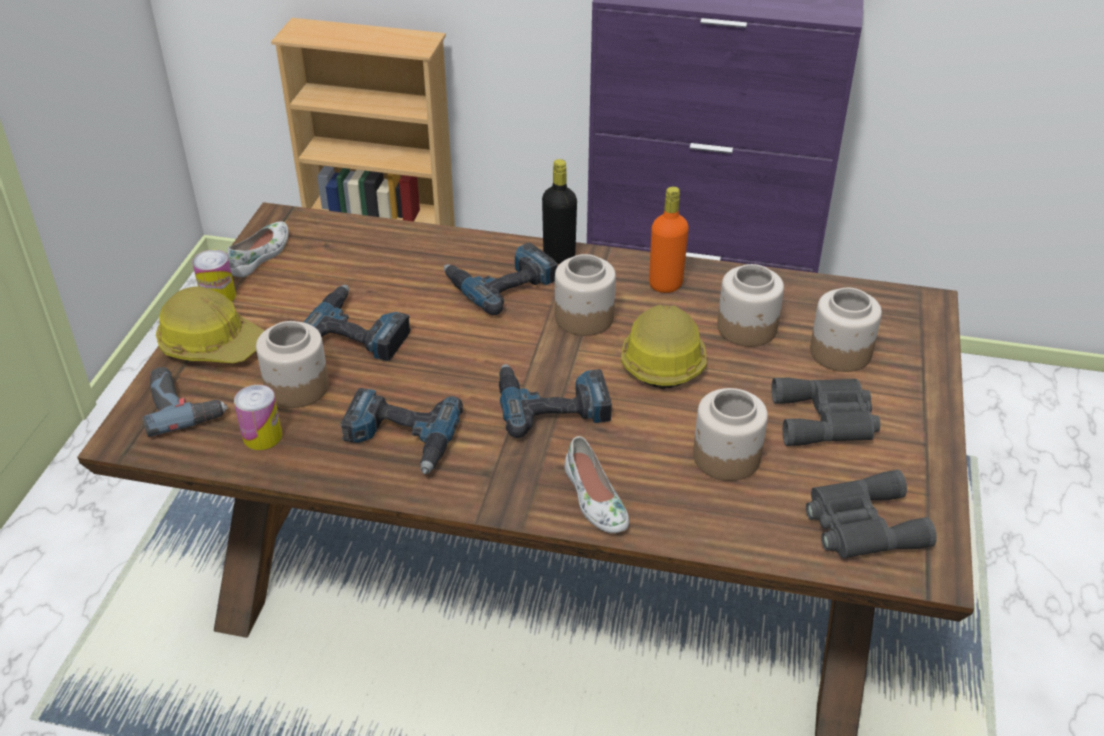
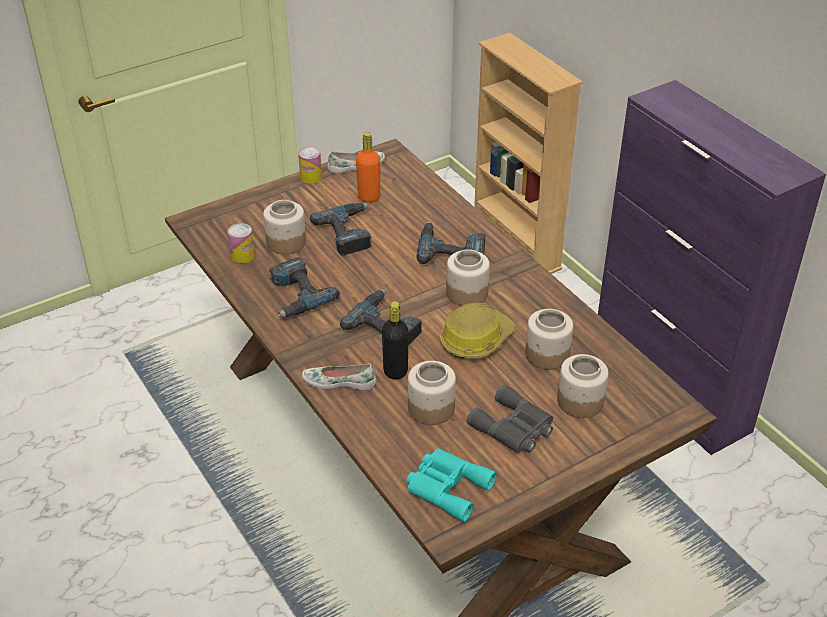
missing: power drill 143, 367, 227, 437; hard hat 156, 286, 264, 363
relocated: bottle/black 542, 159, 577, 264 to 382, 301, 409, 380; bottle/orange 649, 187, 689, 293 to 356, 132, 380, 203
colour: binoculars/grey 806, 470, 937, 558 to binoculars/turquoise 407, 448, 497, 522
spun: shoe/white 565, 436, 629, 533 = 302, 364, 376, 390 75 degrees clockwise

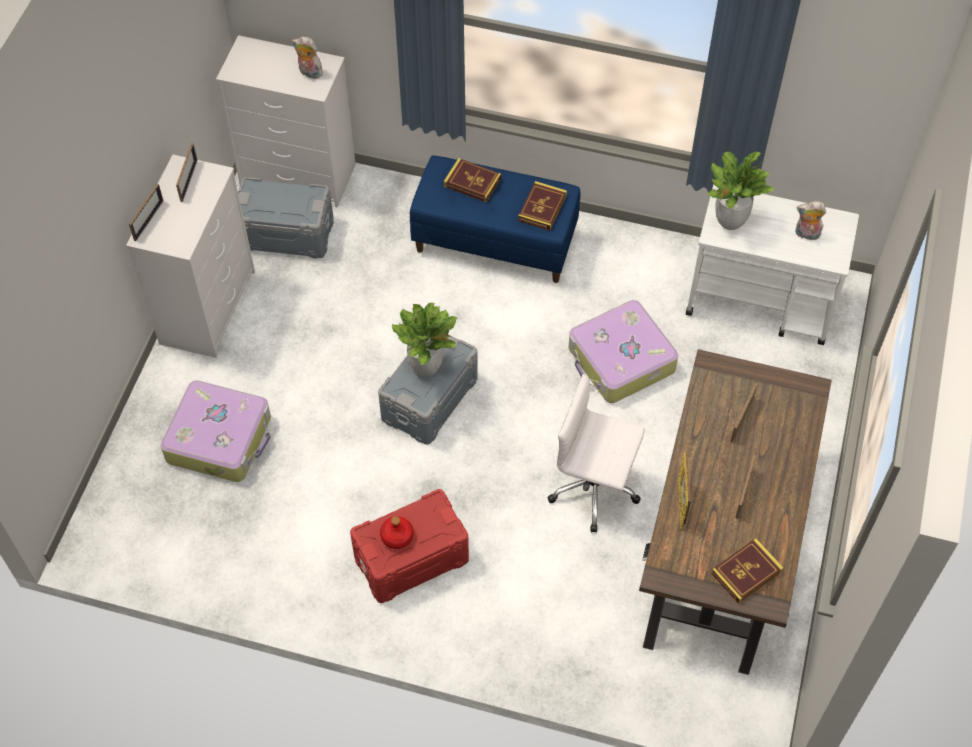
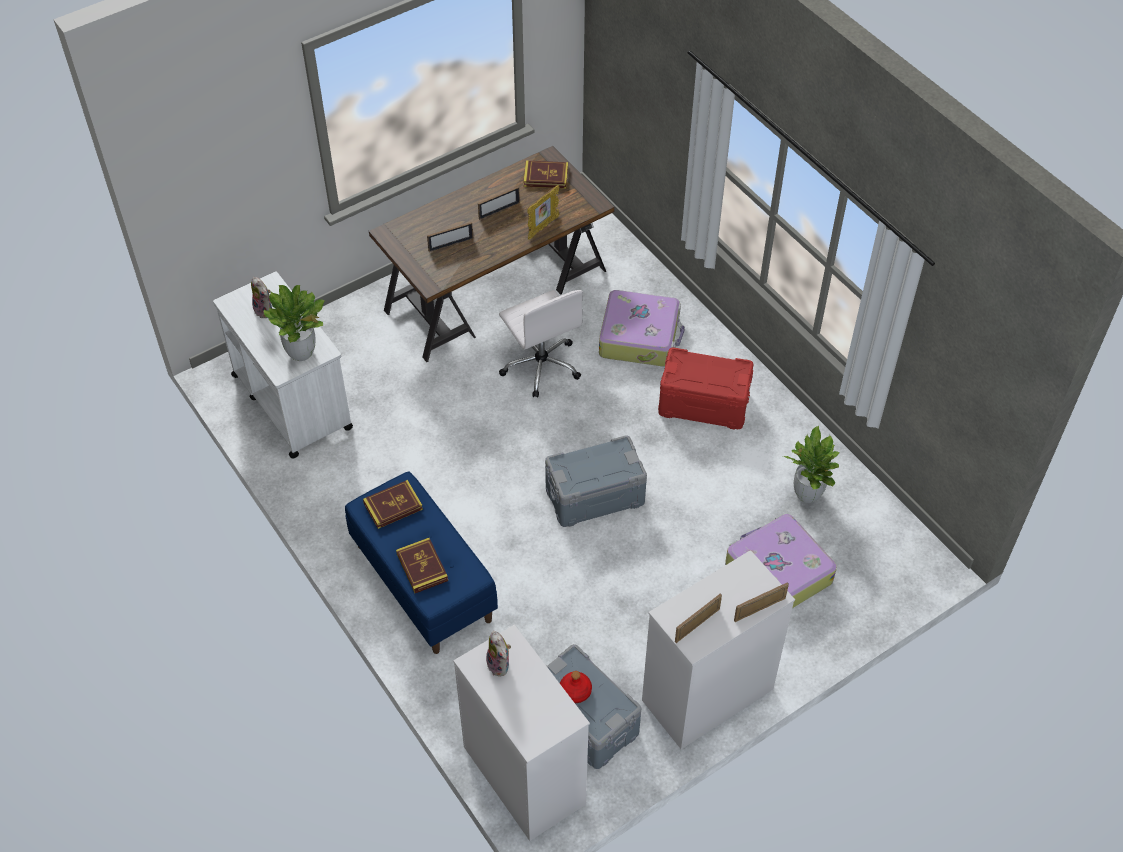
relocated: bottle/red 380, 516, 414, 549 to 560, 671, 592, 703; potted plant 392, 303, 457, 377 to 783, 426, 839, 503; suitcase 568, 300, 678, 403 to 599, 290, 685, 367

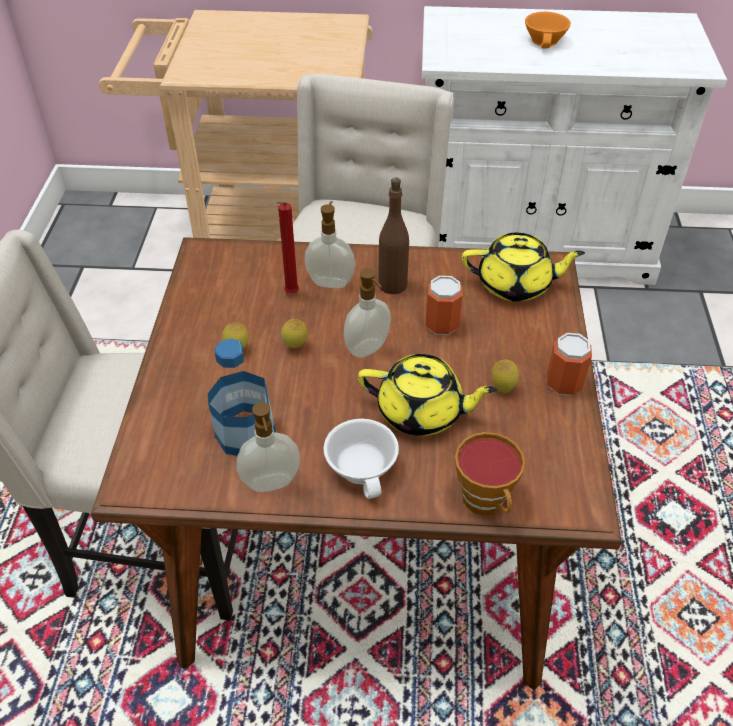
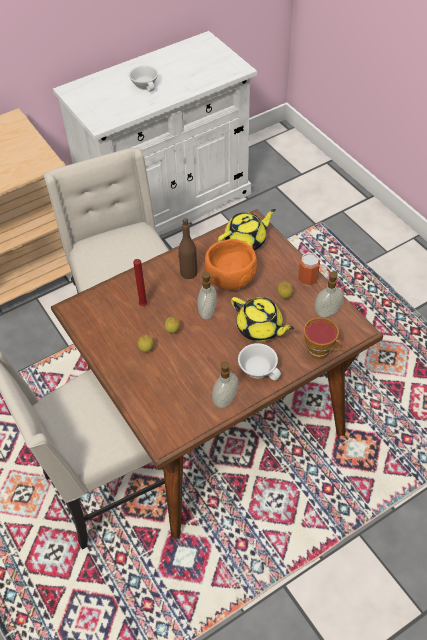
missing: bottle 208, 338, 276, 456
relocated: soap dispenser 305, 201, 355, 288 to 315, 269, 344, 318
exchanged: can 426, 275, 462, 335 to bowl/orange 205, 239, 257, 290
colour: cup/orange 525, 12, 571, 48 to cup/white 129, 65, 158, 92
spun: teapot/yellow 358, 354, 497, 436 = 231, 297, 294, 342 60 degrees clockwise

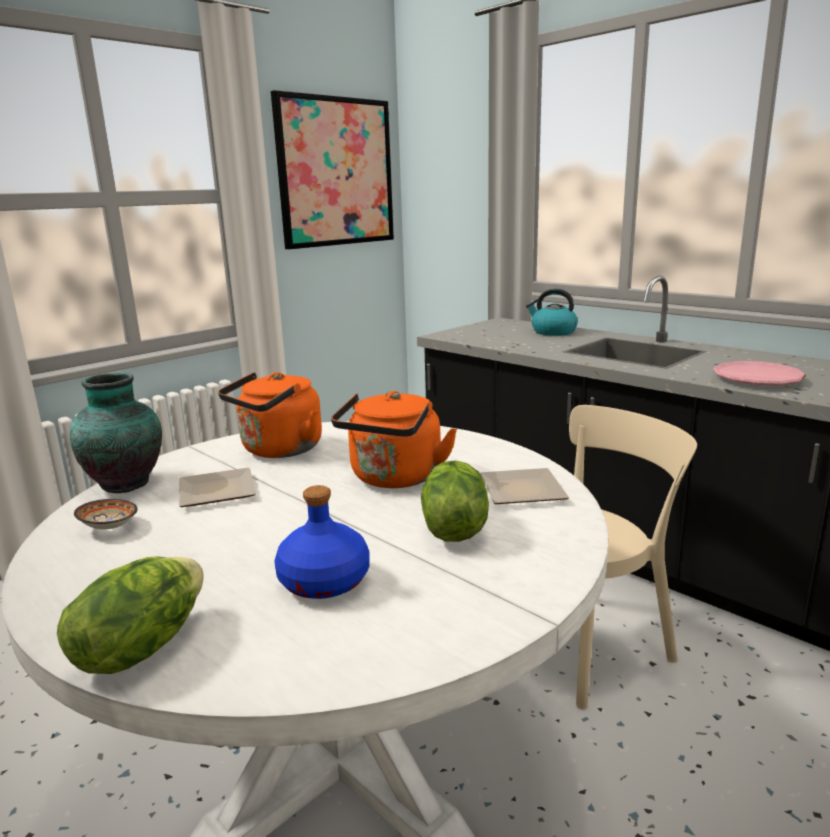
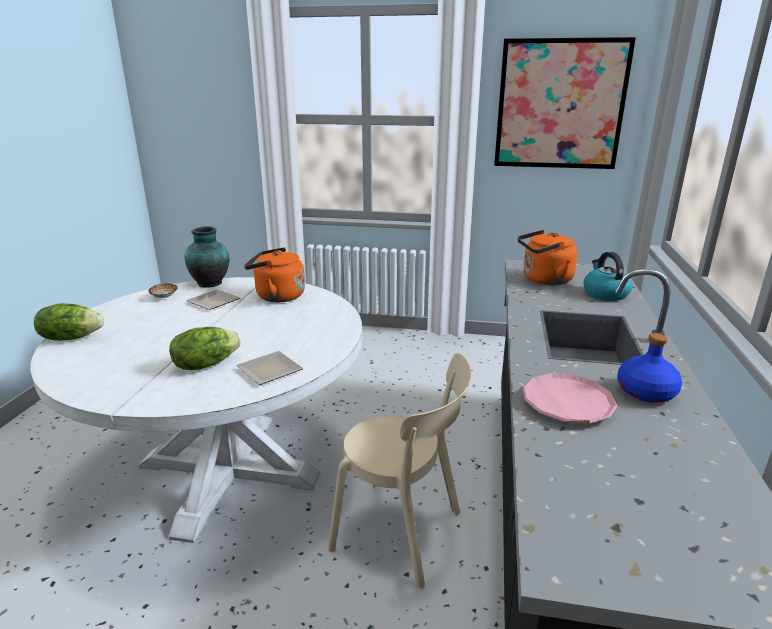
relocated: bottle/blue 274, 485, 369, 599 to 617, 333, 682, 403; kettle/orange 331, 391, 457, 488 to 518, 230, 578, 285

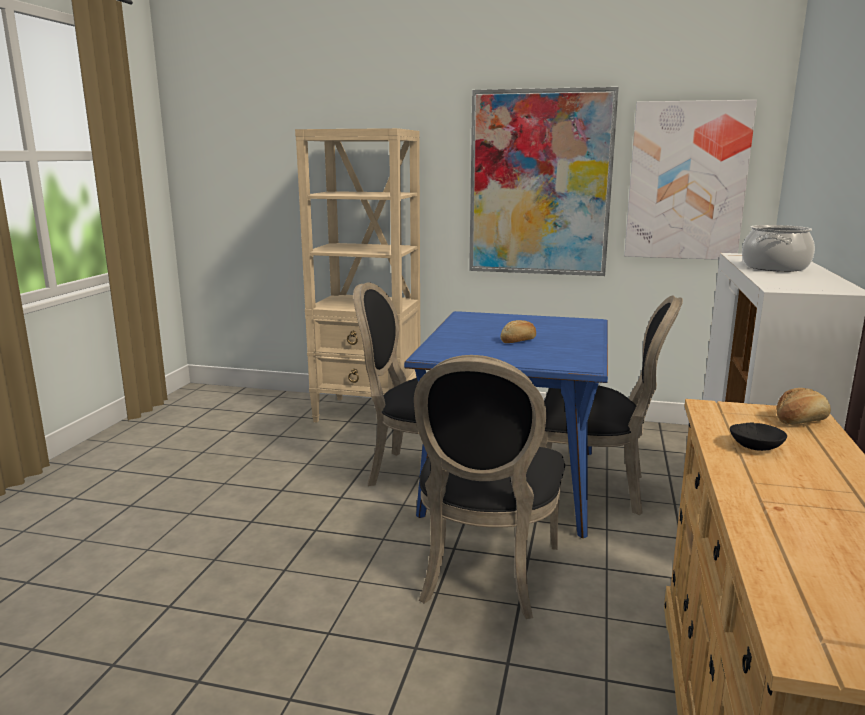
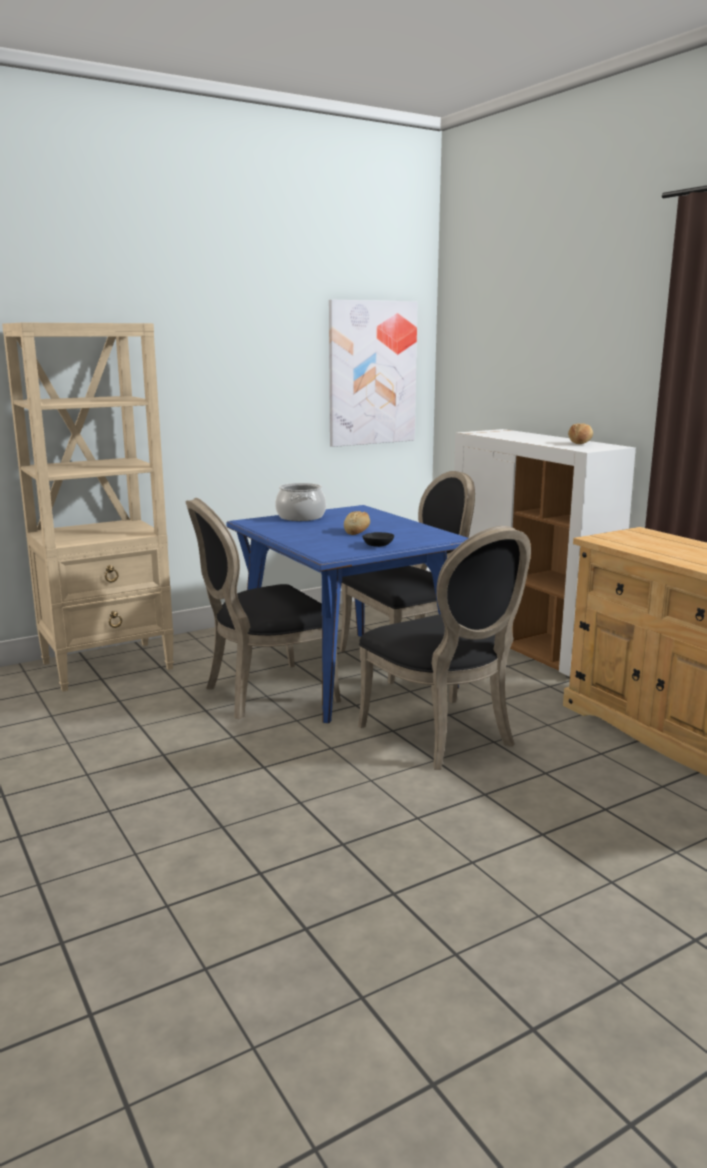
missing: picture 469, 87, 619, 276
relocated: bowl/black 730, 422, 787, 451 to 362, 532, 394, 547; cooking pot 742, 225, 815, 272 to 275, 483, 326, 521; bread 777, 388, 831, 425 to 568, 423, 593, 444

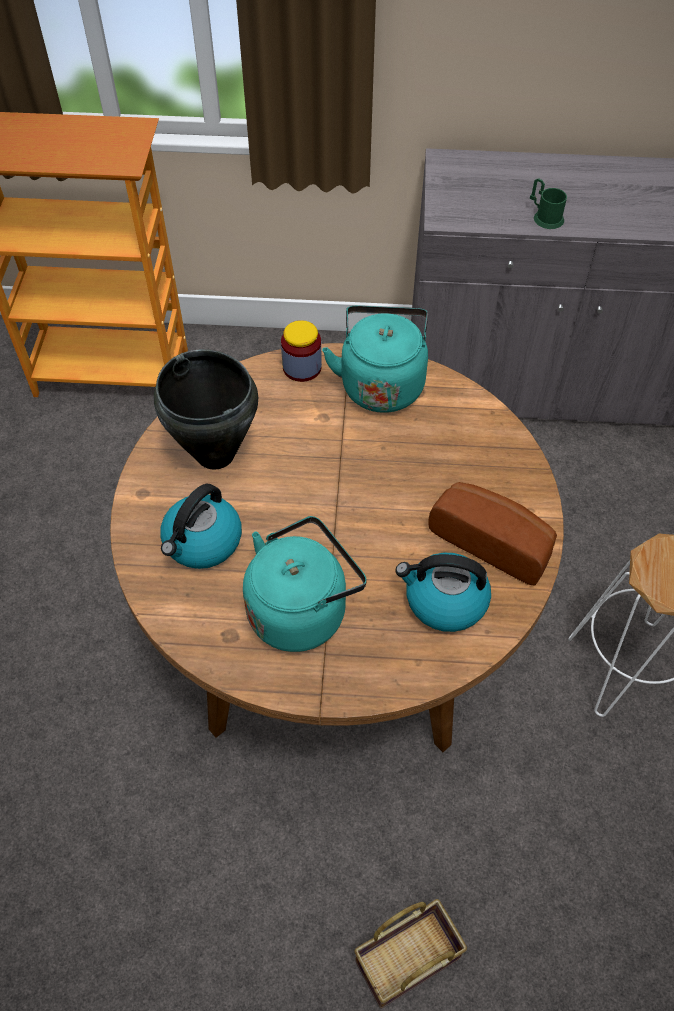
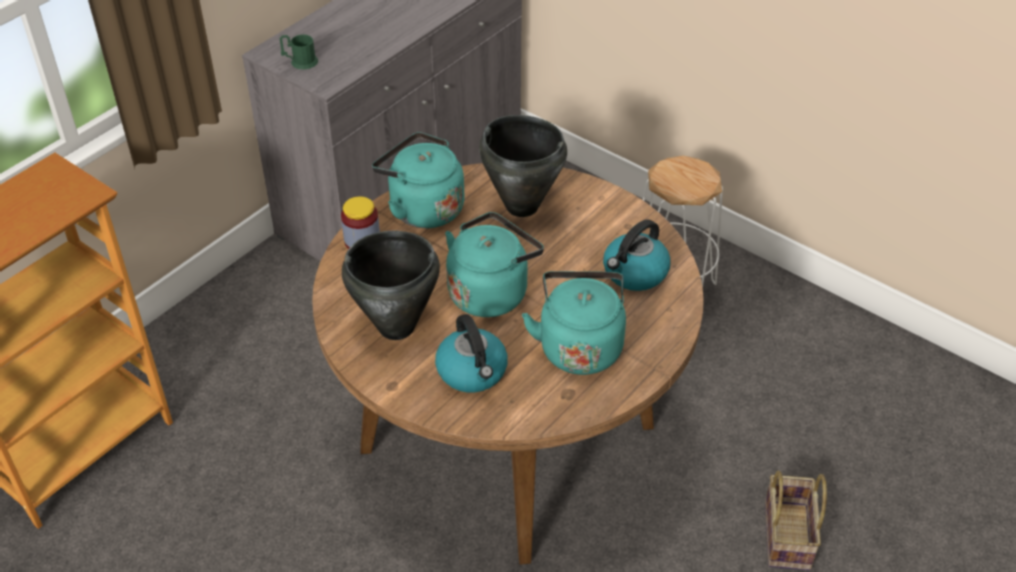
missing: bread 429, 482, 557, 585
appeared: kettle/turquoise 445, 212, 544, 317; cooking pot/black 479, 115, 567, 217
relocated: mug/green 530, 178, 567, 229 to 280, 34, 318, 70

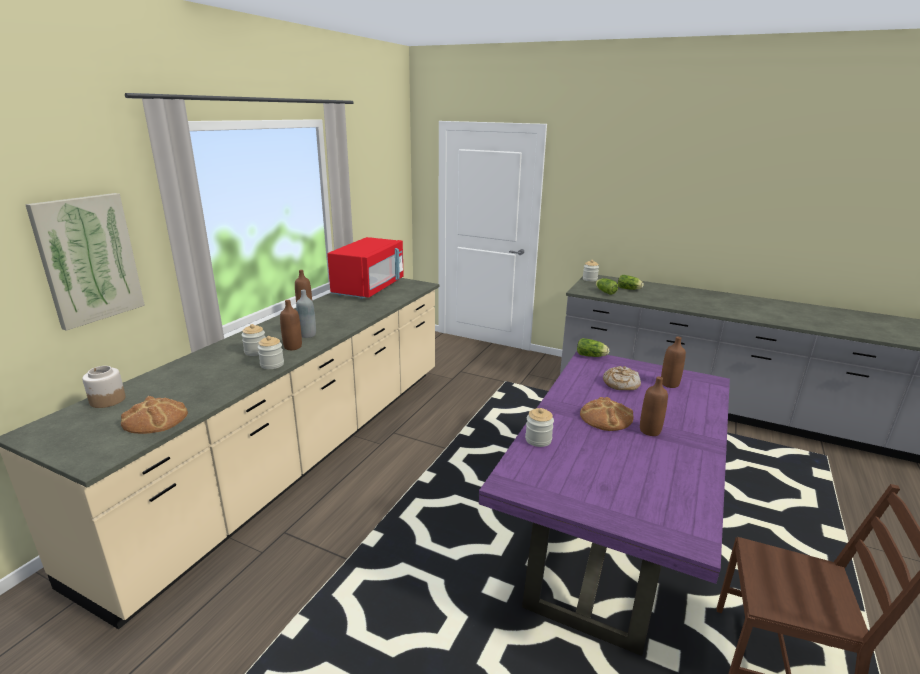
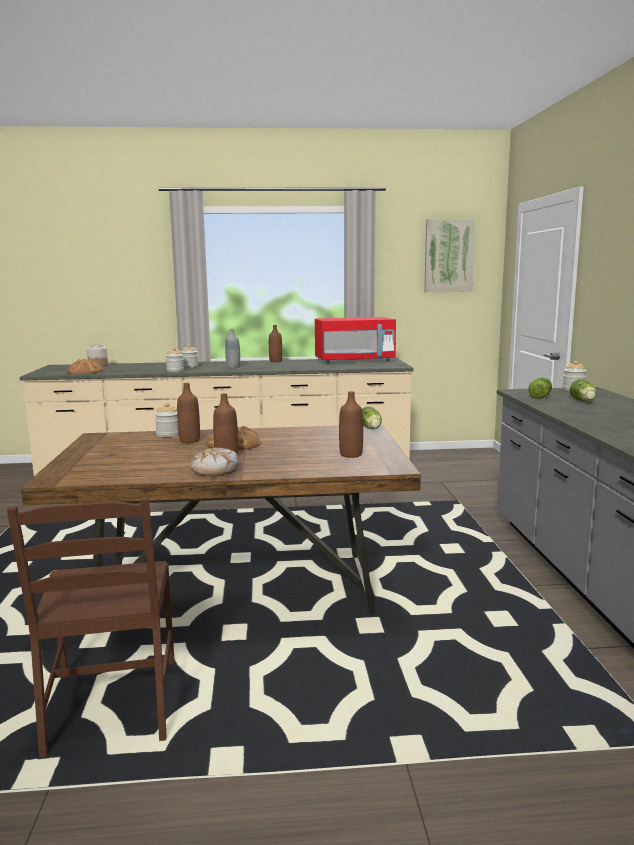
relocated: picture 25, 193, 145, 331 to 424, 219, 476, 292; bottle/brown 280, 300, 302, 350 to 177, 383, 200, 443; bread 603, 366, 641, 390 to 190, 448, 238, 476
colour: dining table/purple 479, 351, 730, 656 to dining table/brown 20, 424, 421, 615

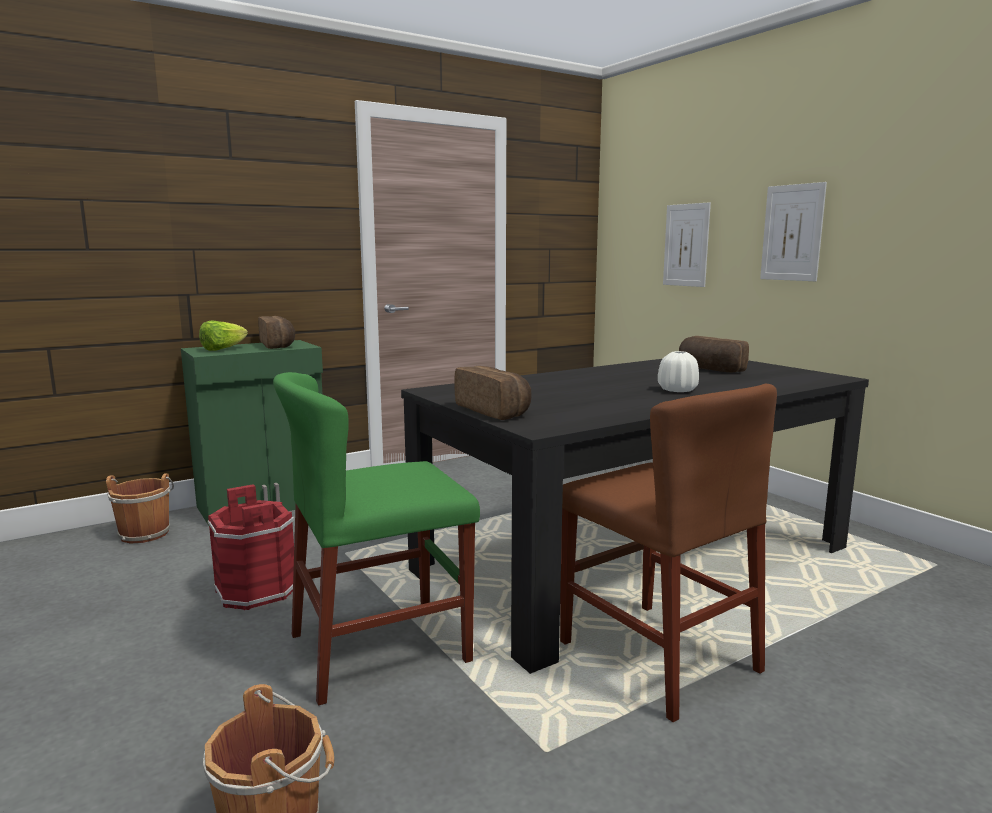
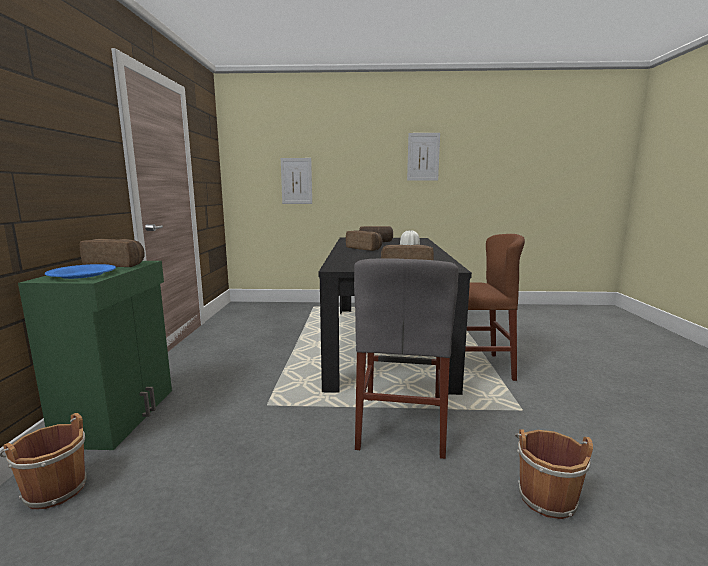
missing: bucket/red 207, 484, 295, 610
appeared: bread 346, 230, 382, 251
relocated: picture 760, 182, 827, 281 to 407, 133, 440, 181
exchanged: lettuce 199, 320, 248, 351 to plate/blue 45, 264, 116, 279
colour: chair/green 273, 372, 480, 706 to chair/grey 354, 258, 459, 459

